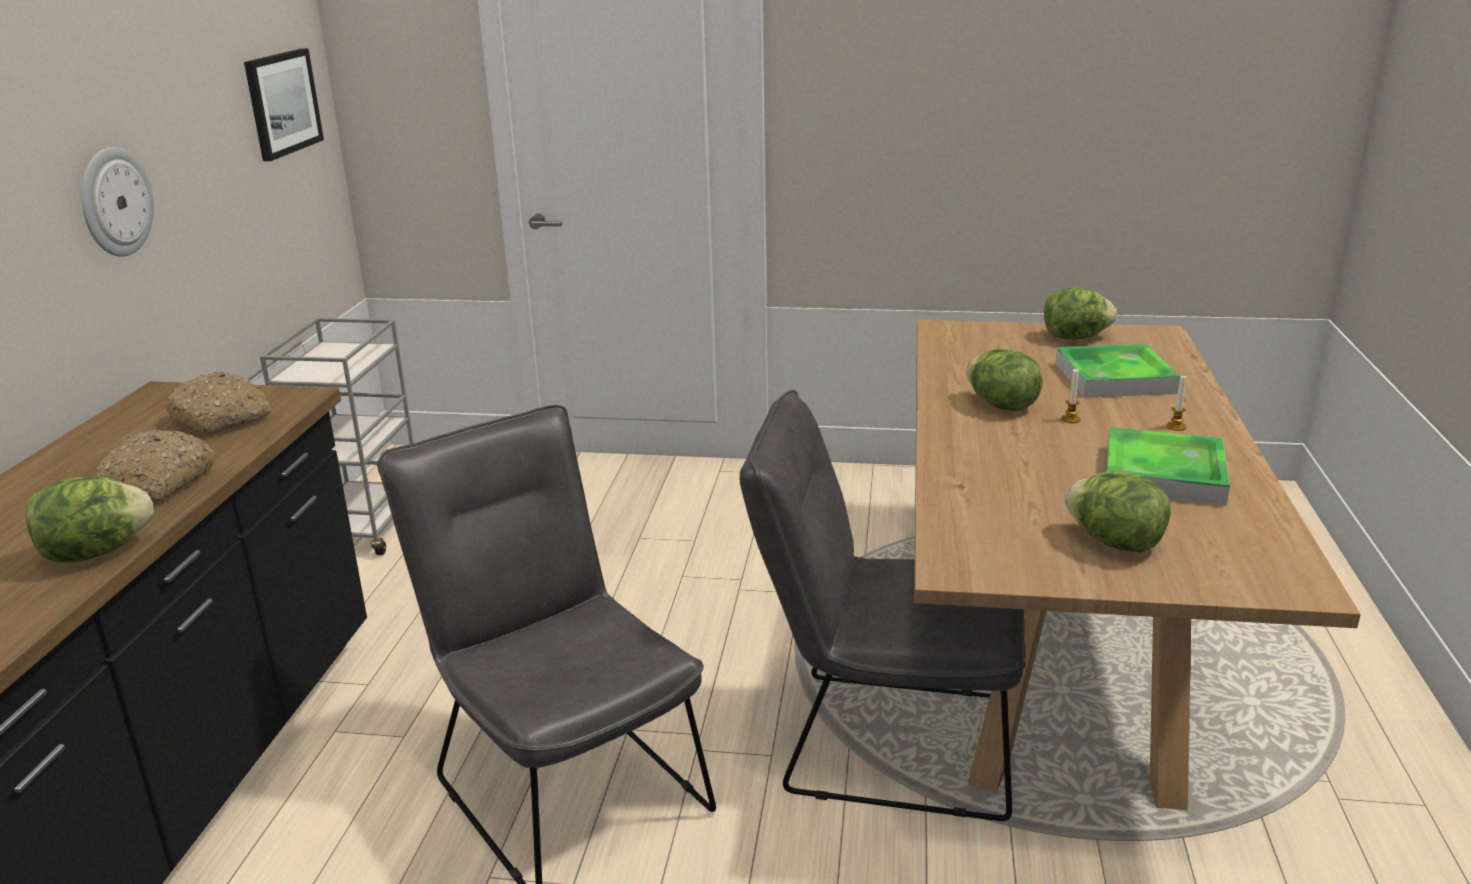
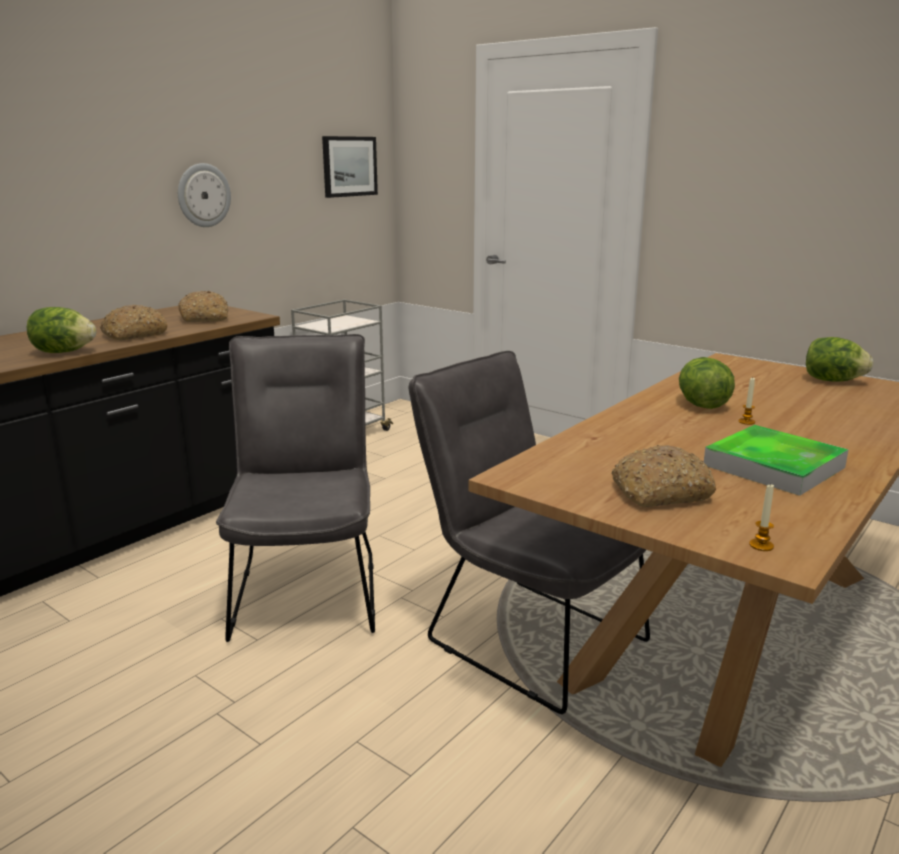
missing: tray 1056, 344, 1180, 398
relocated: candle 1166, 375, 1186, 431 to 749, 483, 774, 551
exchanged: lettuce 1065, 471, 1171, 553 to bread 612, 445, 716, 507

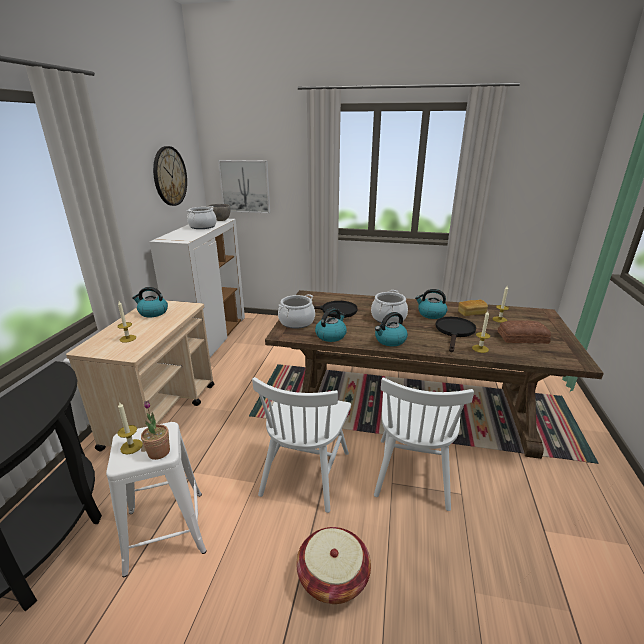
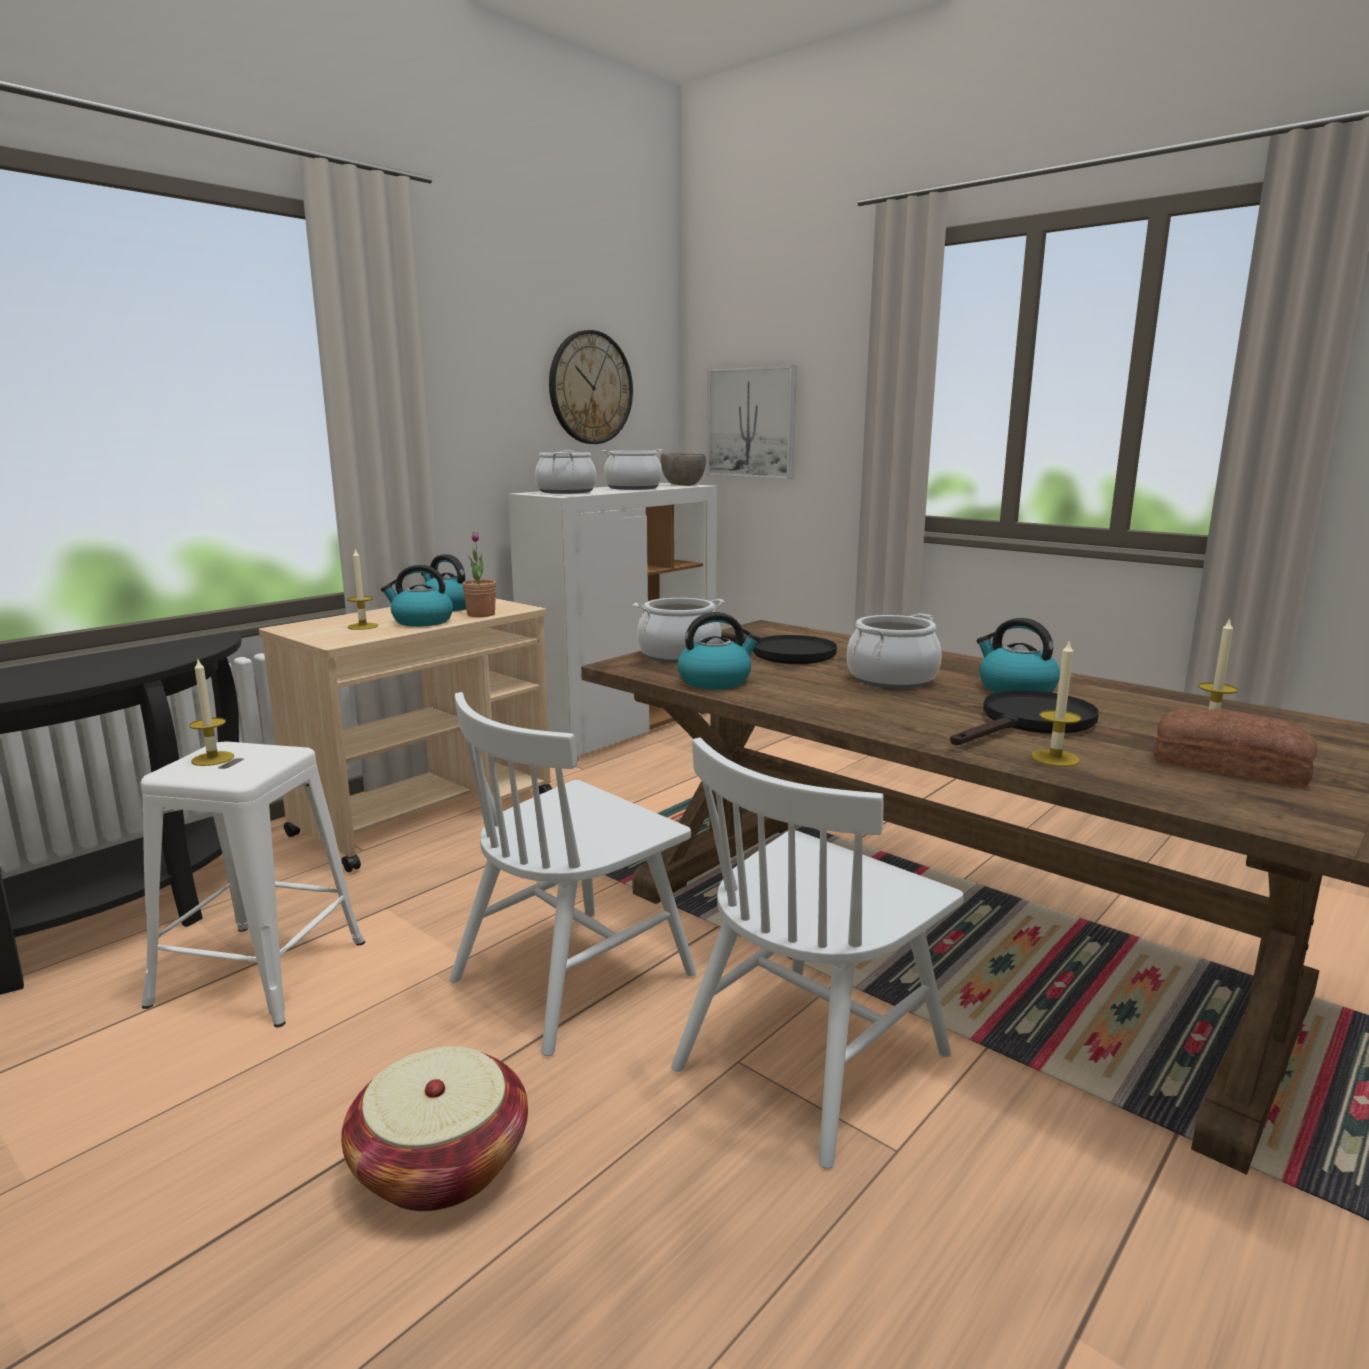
missing: bread 458, 300, 488, 316
appeared: cooking pot 535, 450, 596, 494
relocated: potted plant 141, 400, 170, 460 to 462, 532, 496, 617; kettle 375, 312, 408, 346 to 381, 565, 453, 627

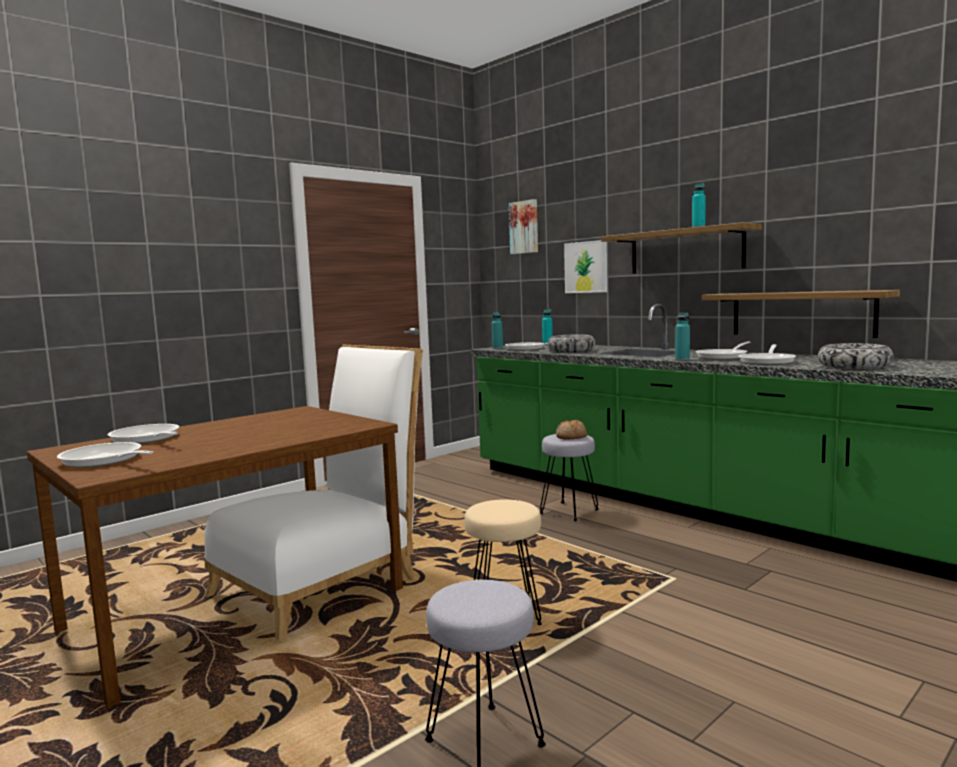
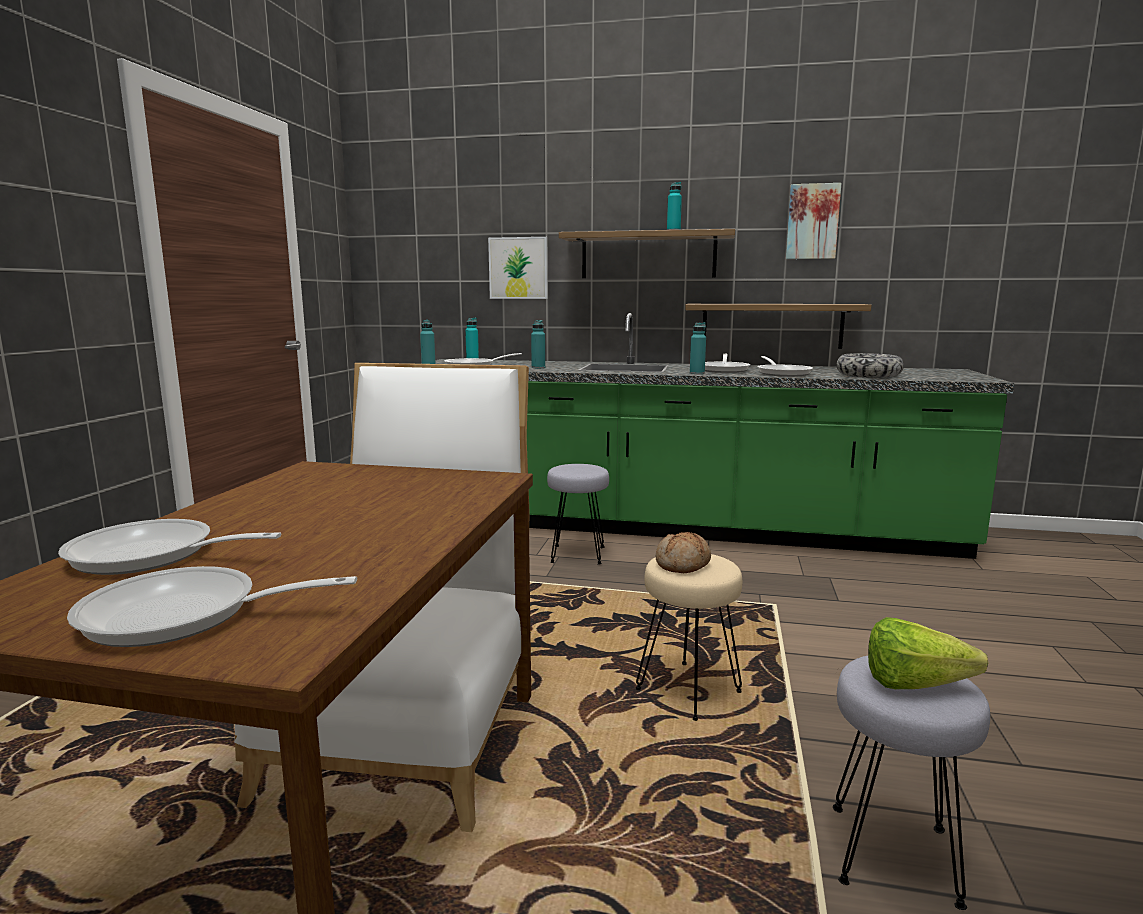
appeared: lettuce 868, 617, 988, 689
relocated: picture 509, 199, 538, 254 to 786, 183, 841, 259; bread 556, 420, 587, 440 to 656, 532, 711, 573
exchanged: bowl 548, 334, 595, 353 to bottle/turquoise 531, 320, 545, 368

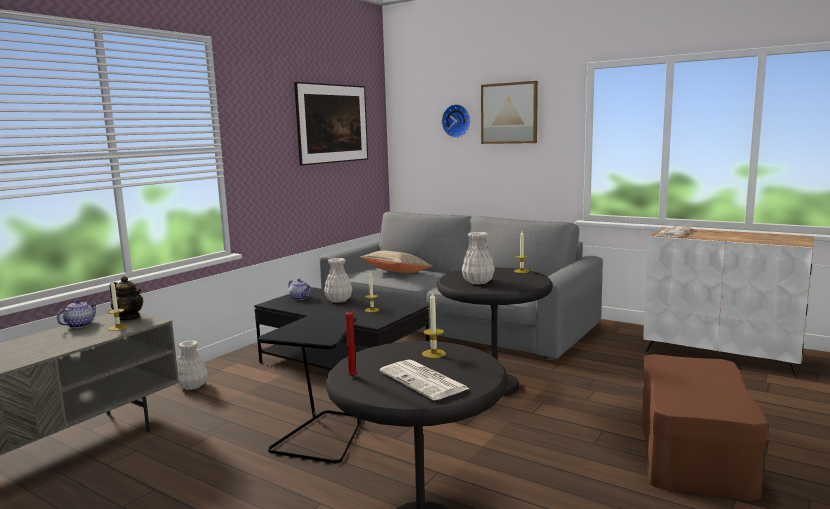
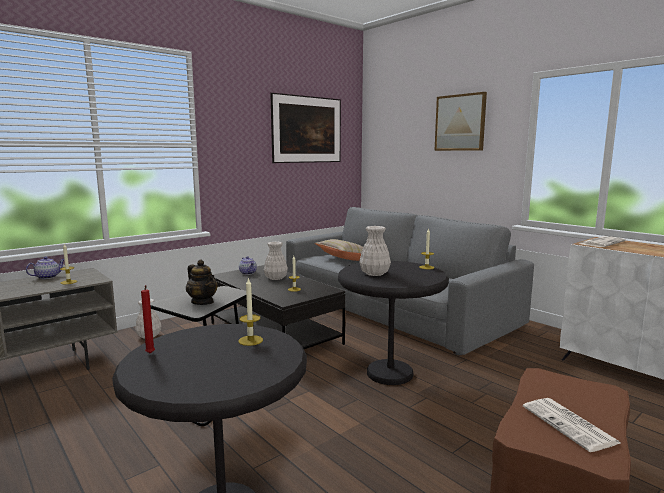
missing: wall clock 442, 104, 470, 138
relocated: teapot 109, 276, 143, 320 to 186, 260, 218, 305; newspaper 379, 360, 470, 401 to 523, 398, 620, 452

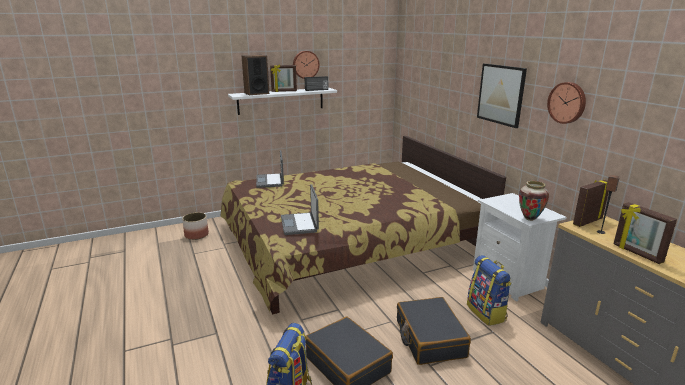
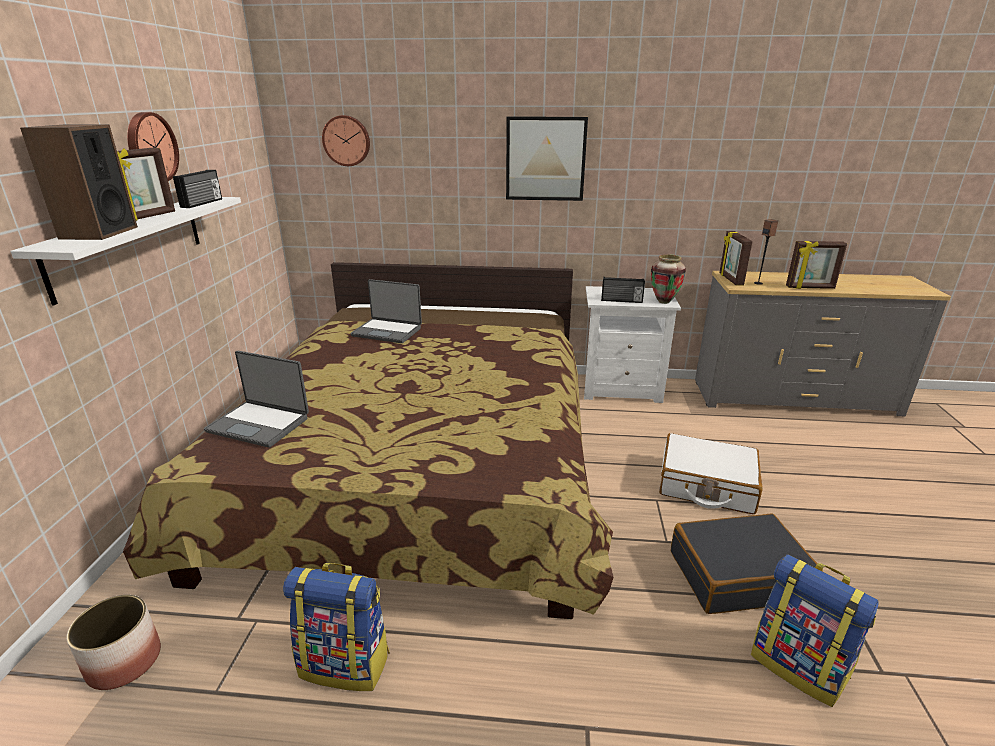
appeared: radio 601, 277, 645, 303
relocated: laptop 281, 184, 319, 235 to 351, 279, 422, 343; backpack 467, 255, 511, 326 to 283, 563, 390, 691; wall clock 547, 82, 586, 124 to 322, 115, 370, 166
colour: suitcase/black 397, 297, 471, 365 to suitcase/white 659, 433, 763, 514

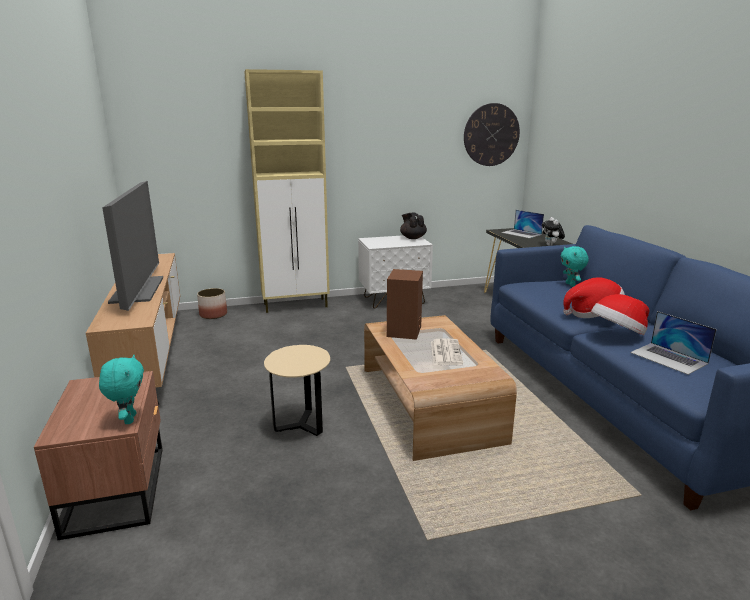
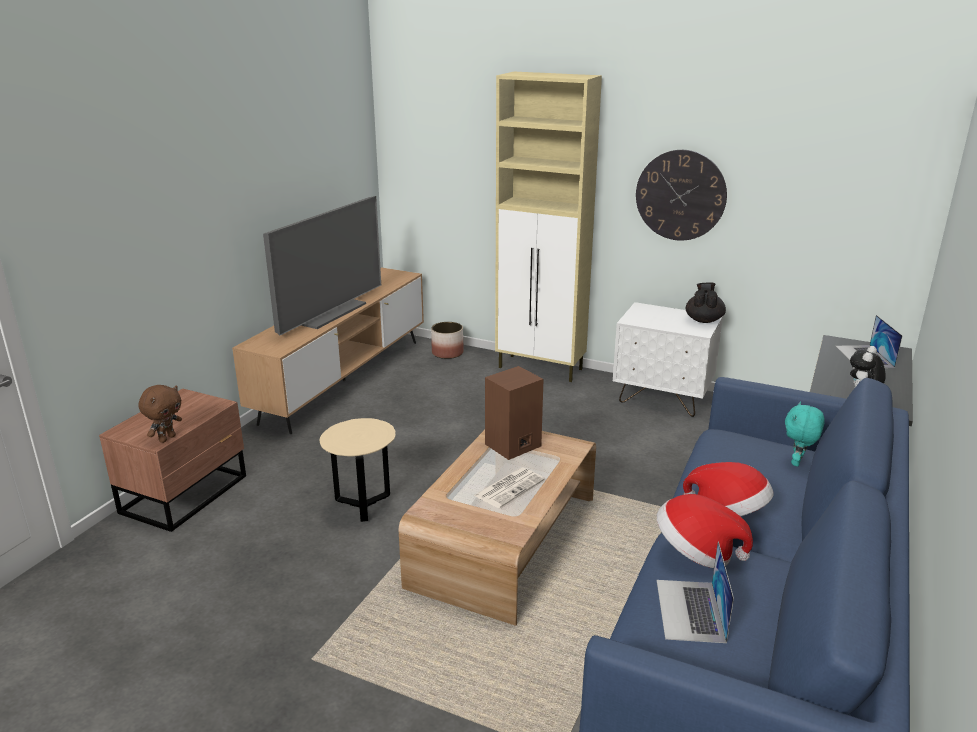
relocated: wall clock 464, 103, 520, 166 to 636, 150, 727, 241
colour: plush toy/turquoise 99, 354, 144, 424 to plush toy/brown 139, 385, 182, 443

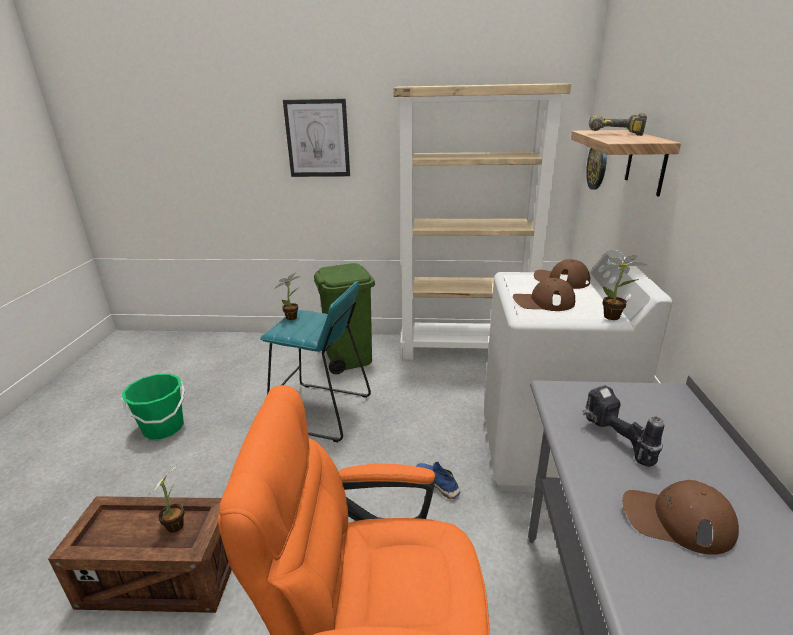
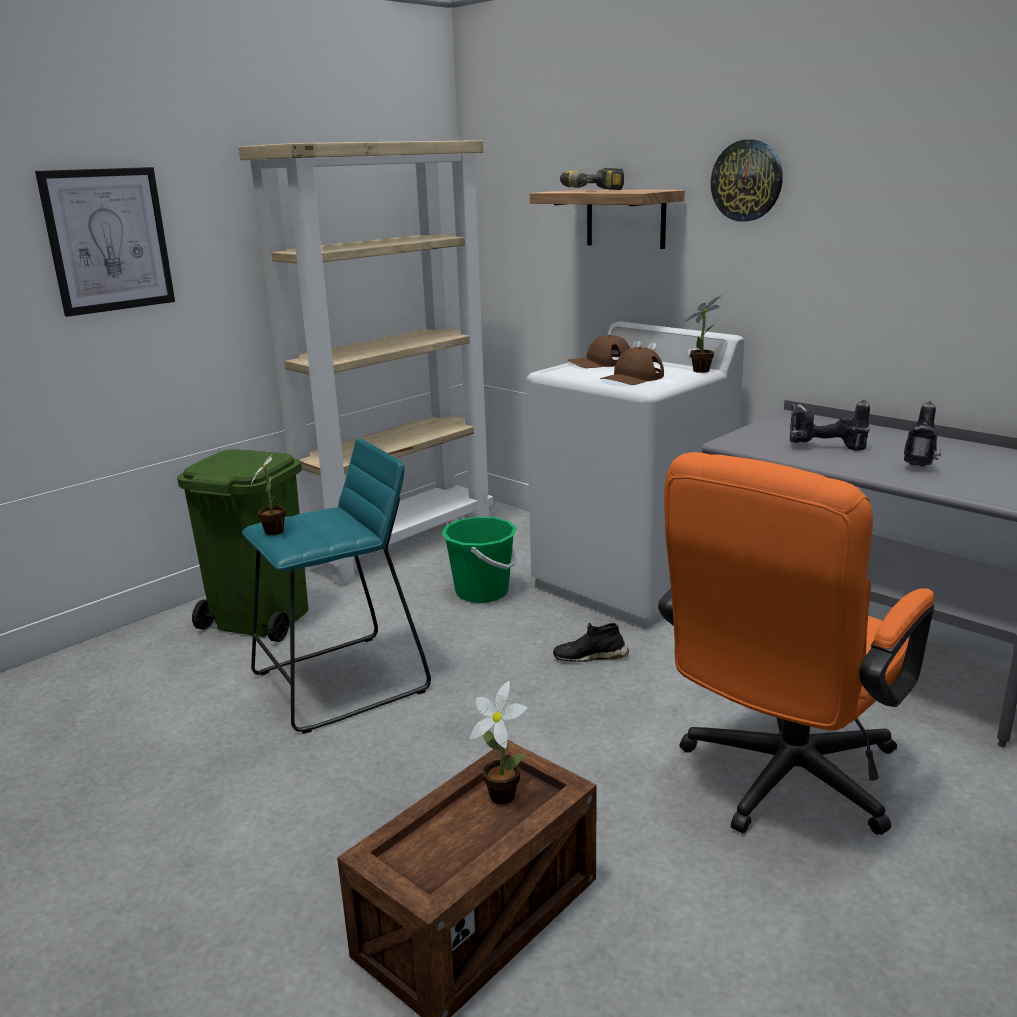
relocated: bucket/green 122, 374, 185, 439 to 442, 517, 517, 603; wall clock 586, 148, 607, 190 to 711, 140, 783, 222
exchanged: cap/brown 622, 480, 739, 555 to power drill 904, 401, 941, 467
colour: shoe/blue 416, 462, 461, 499 to shoe/black 553, 623, 629, 662

